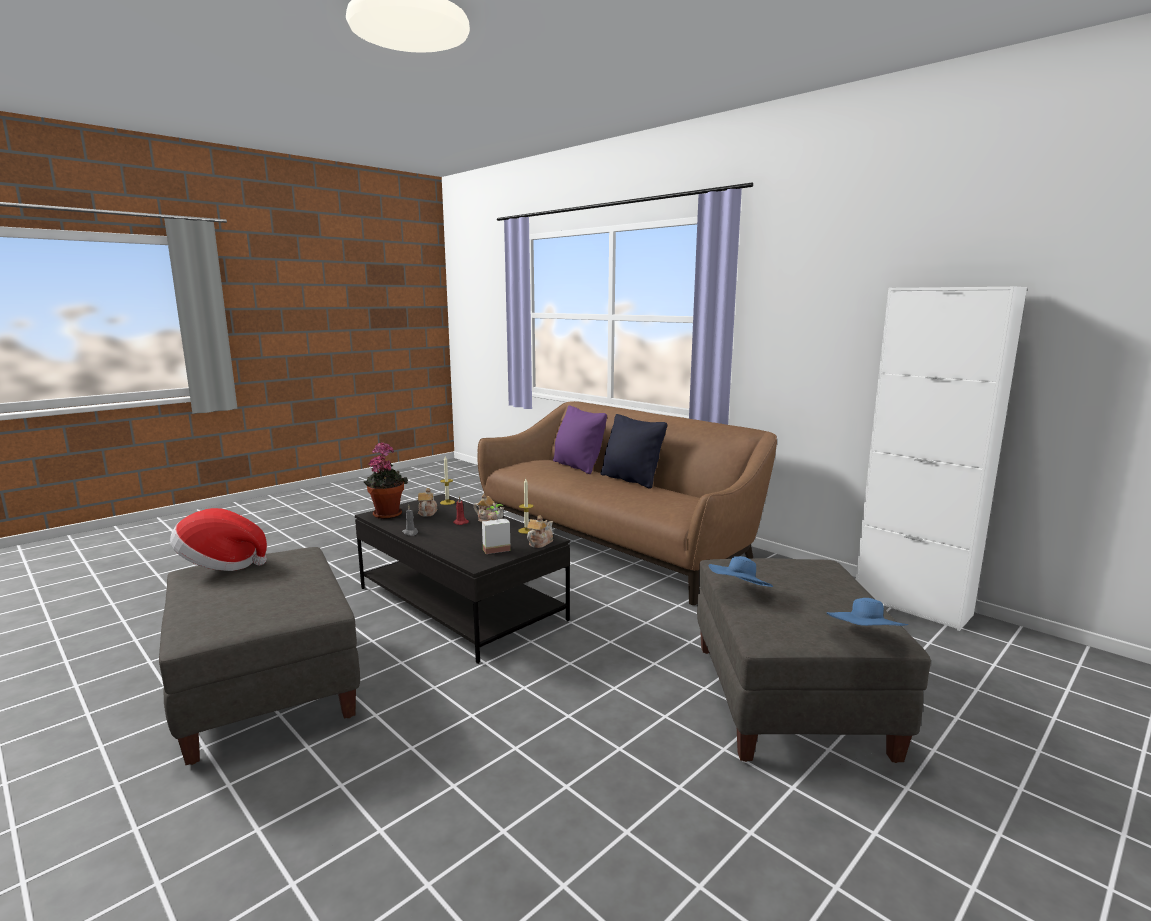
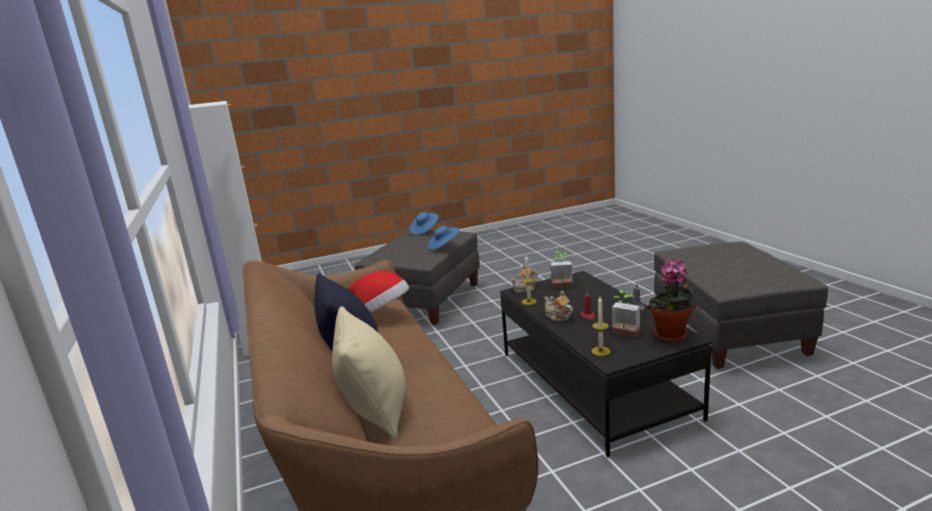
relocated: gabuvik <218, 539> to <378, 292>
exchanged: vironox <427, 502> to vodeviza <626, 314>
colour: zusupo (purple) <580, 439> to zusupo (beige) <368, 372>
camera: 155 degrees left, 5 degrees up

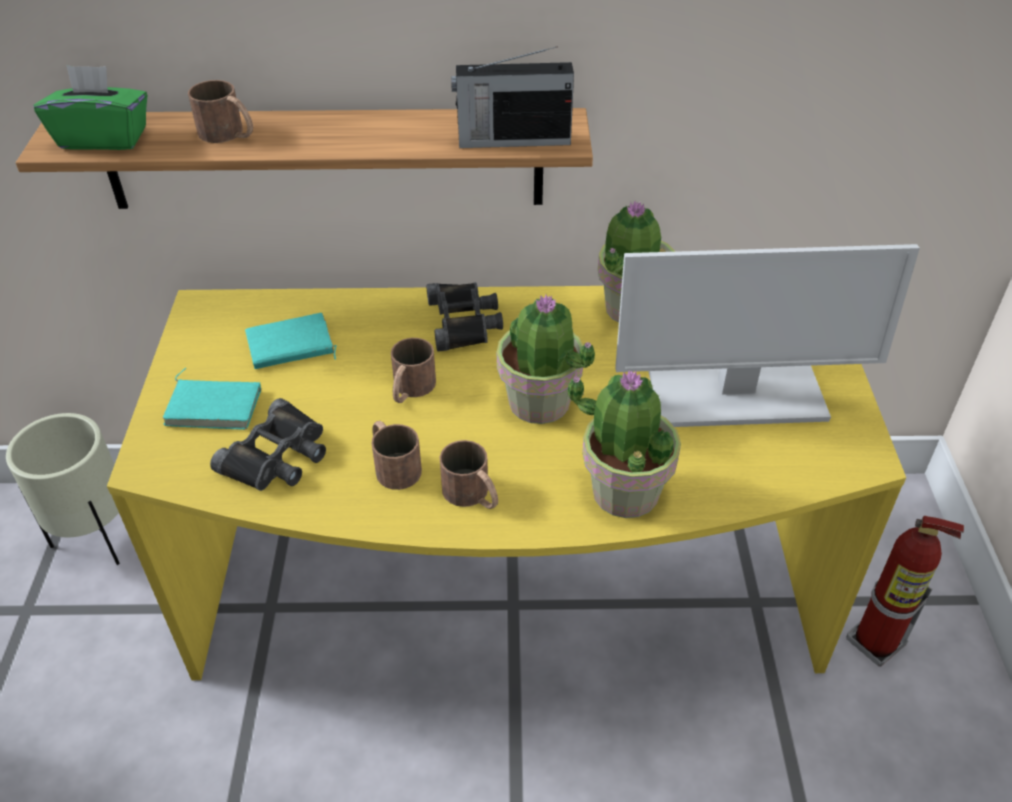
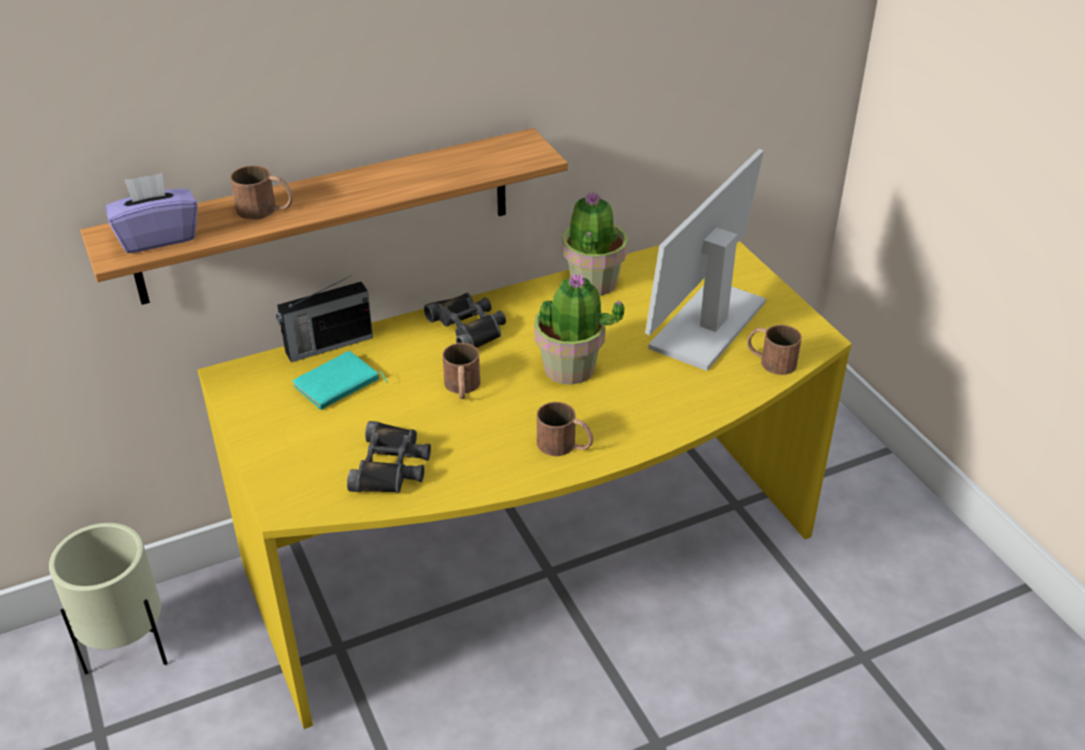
missing: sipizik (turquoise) <212, 399>; vodeviza <624, 444>; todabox <905, 591>
relocated: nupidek <512, 97> to <324, 318>; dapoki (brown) <396, 455> to <774, 350>
colour: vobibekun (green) <90, 107> to vobibekun (purple) <151, 213>
spun: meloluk <767, 335> = <705, 260> 150 degrees clockwise
camera: 25 degrees left, 5 degrees down

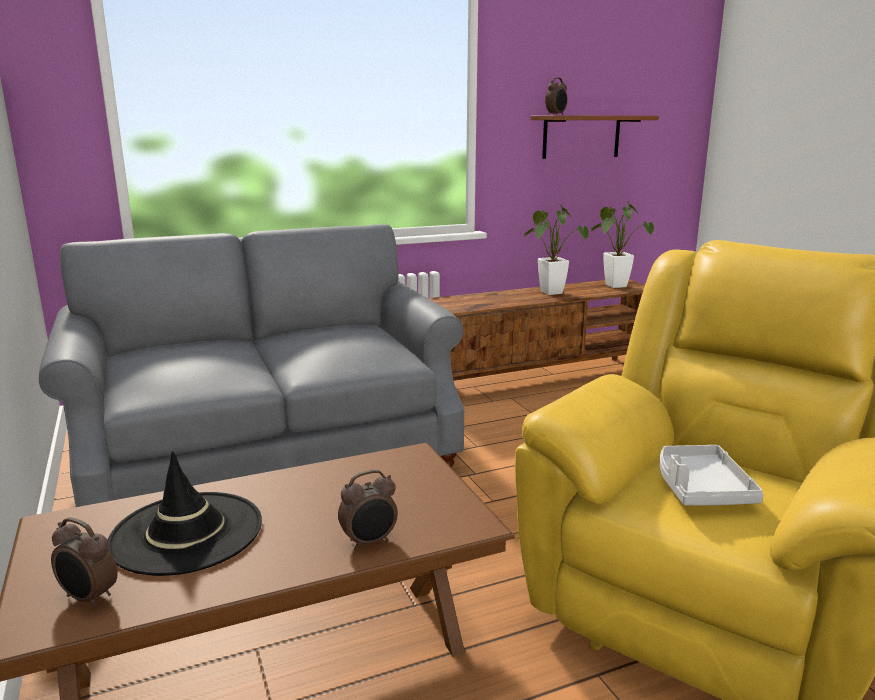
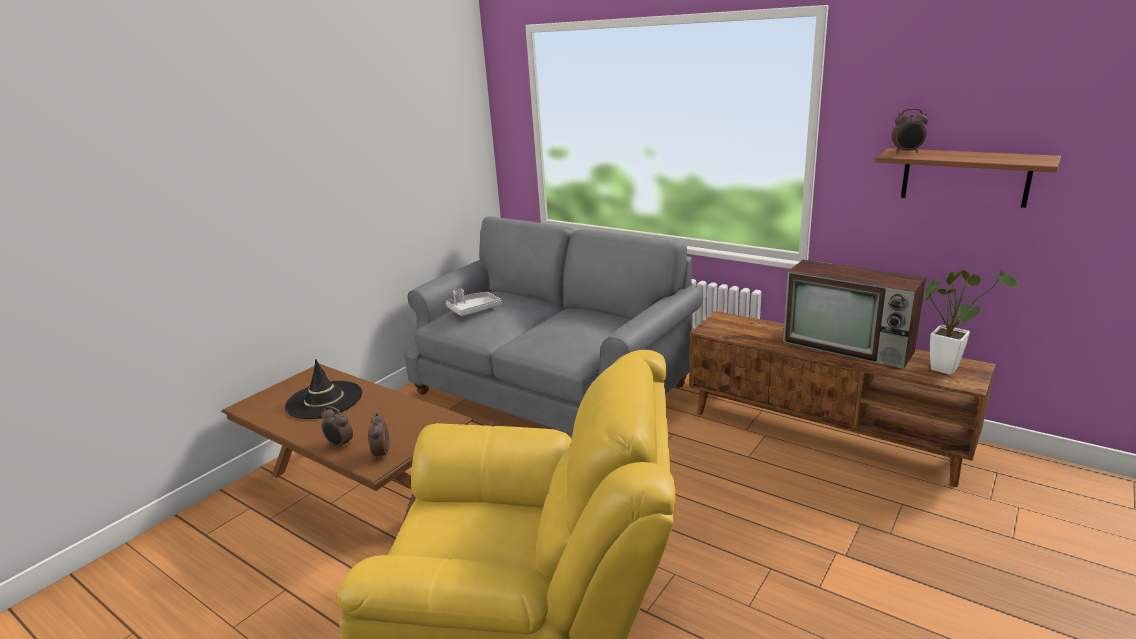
relocated: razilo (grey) <711, 475> to <474, 302>; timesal <84, 563> to <378, 437>
exchanged: vodeviza <556, 249> to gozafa <854, 314>
camera: 60 degrees right, 5 degrees up

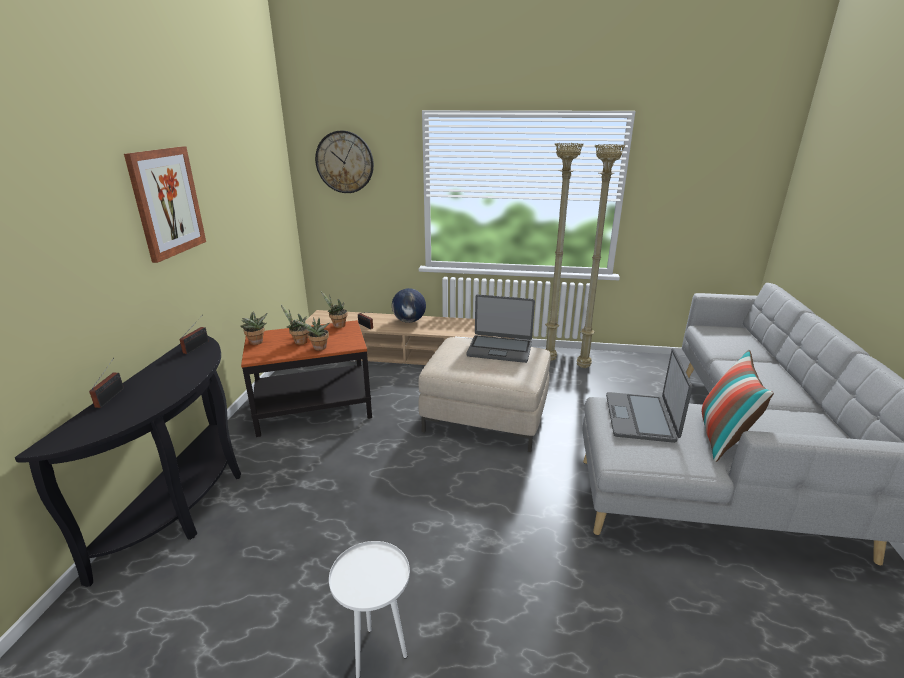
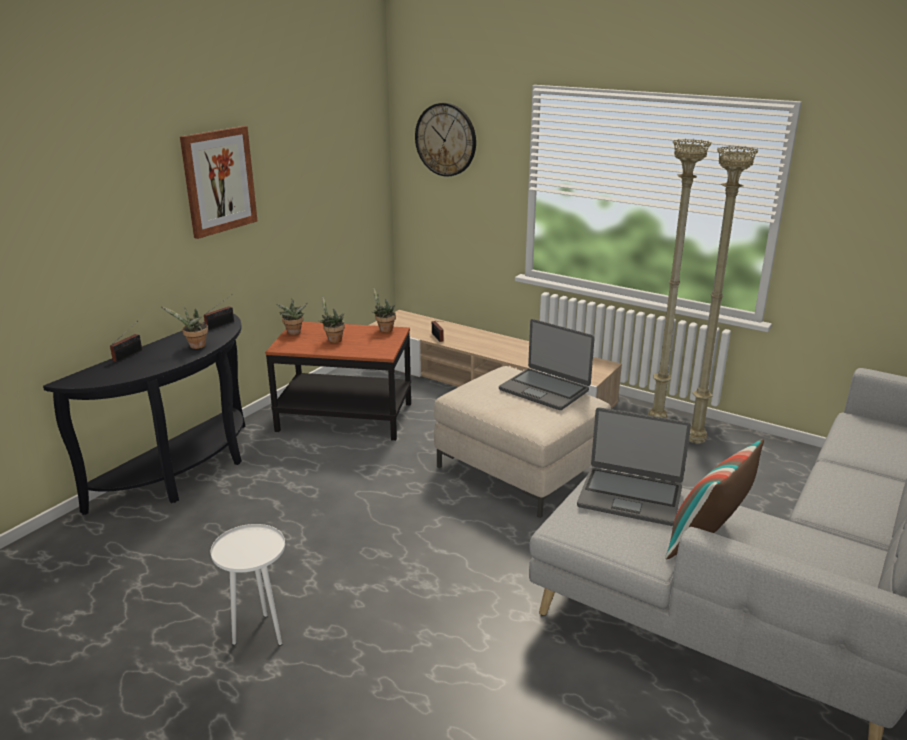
missing: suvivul <409, 305>
relocated: vodeviza <312, 334> to <185, 327>
spun: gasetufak <649, 396> = <634, 466> 105 degrees counterclockwise
camera: 25 degrees right, 0 degrees up

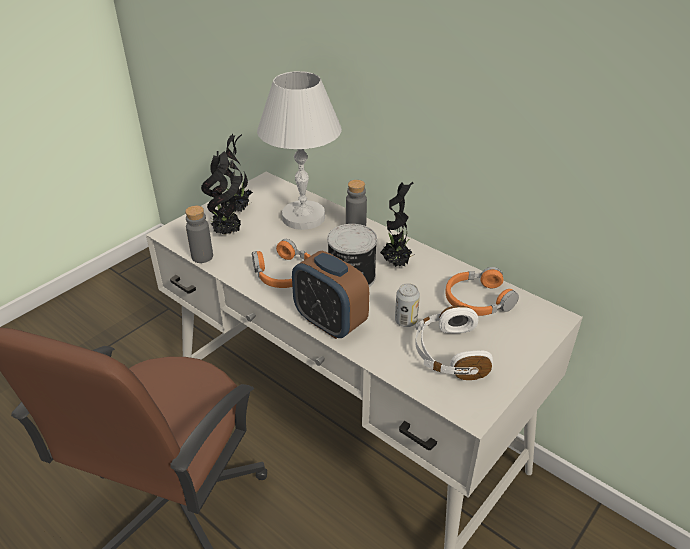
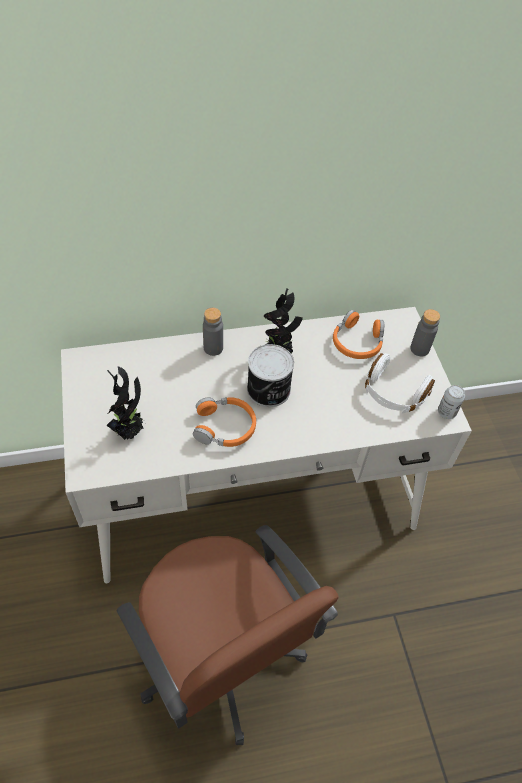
missing: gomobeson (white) <299, 150>; vodeviza <238, 172>; timesal <330, 295>
relocated: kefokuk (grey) <199, 234> to <425, 333>; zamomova <407, 305> to <451, 402>
camera: 55 degrees left, 15 degrees up

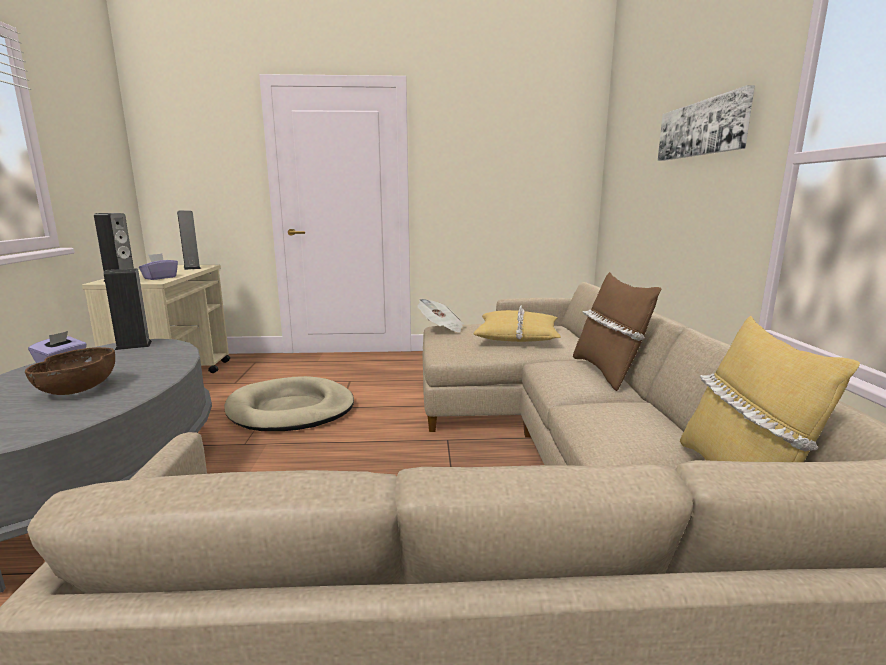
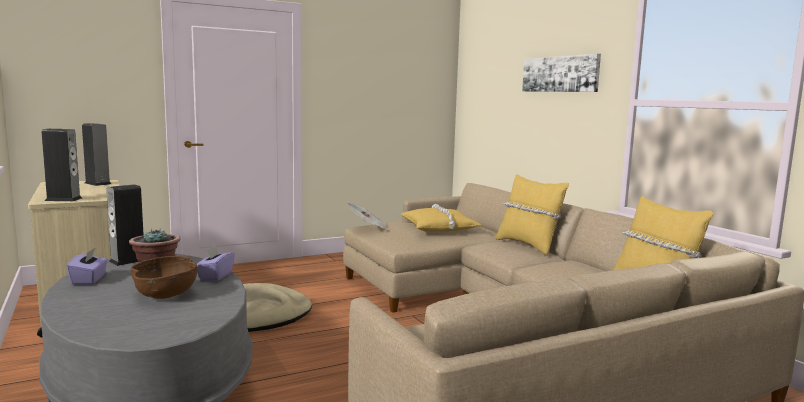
appeared: vodeviza <154, 249>
relocated: vobibekun (purple) <158, 266> to <216, 263>
colour: zusupo (brown) <617, 331> to zusupo (yellow) <532, 215>
camera: 25 degrees left, 5 degrees down

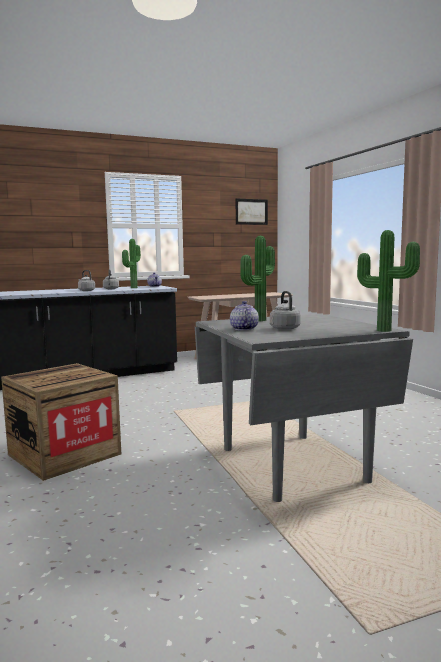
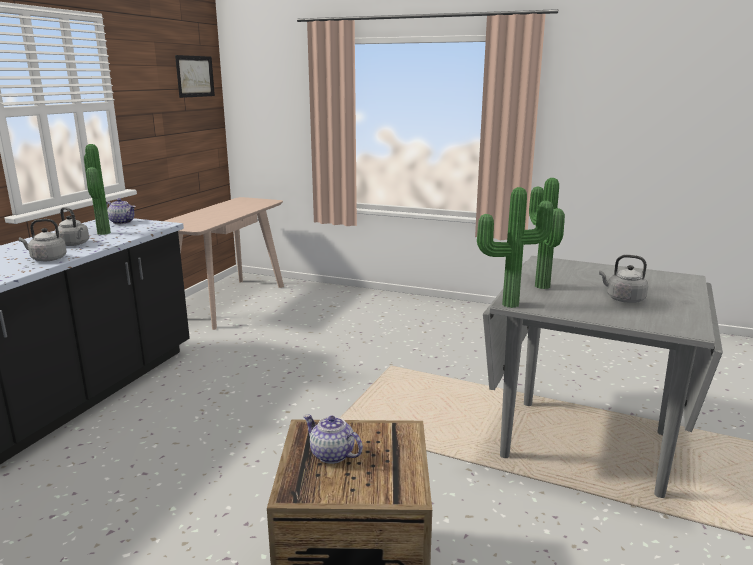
relocated: vodeviza <388, 281> to <515, 247>; vironox <244, 316> to <333, 439>
camera: 45 degrees left, 10 degrees up

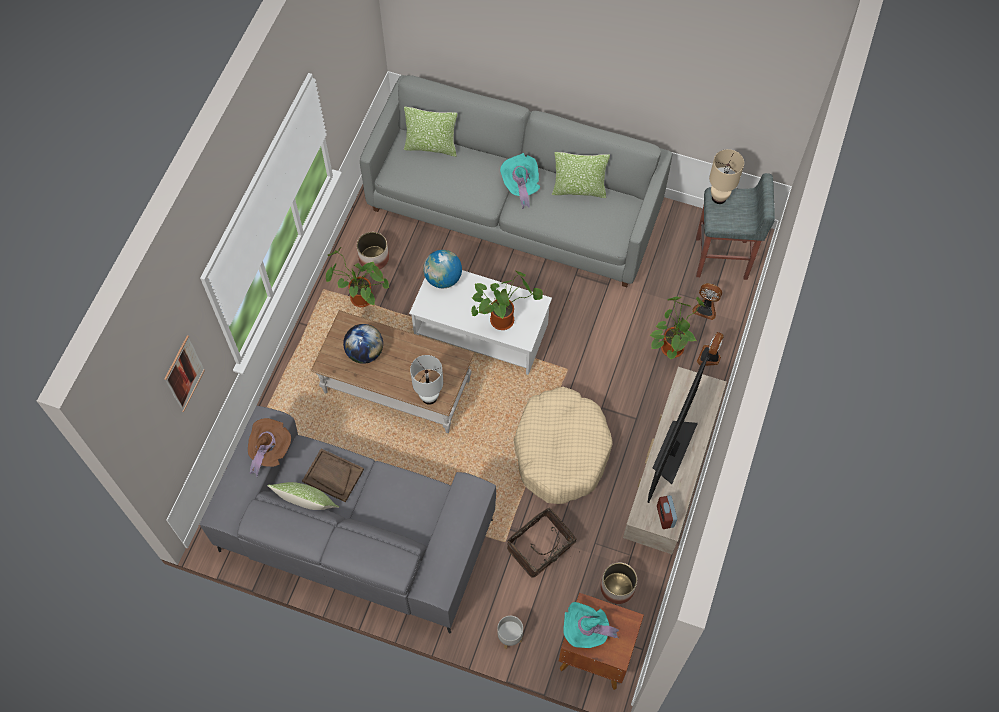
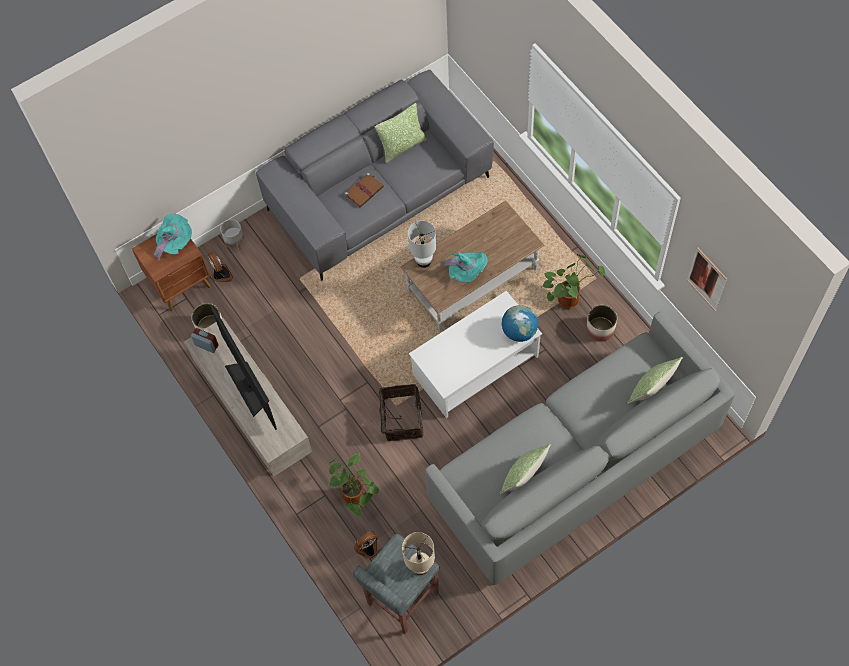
missing: vodeviza <507, 300>; suvivul <363, 344>; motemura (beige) <563, 445>; gabuvik (brown) <269, 447>; razilo (brown) <333, 475>
appeared: sipizik (brown) <364, 190>
relocated: gabuvik (turquoise) <520, 181> to <465, 267>; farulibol <710, 349> to <221, 267>; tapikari <184, 374> to <707, 279>; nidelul <541, 542> to <401, 412>
camera: 130 degrees right, 0 degrees up

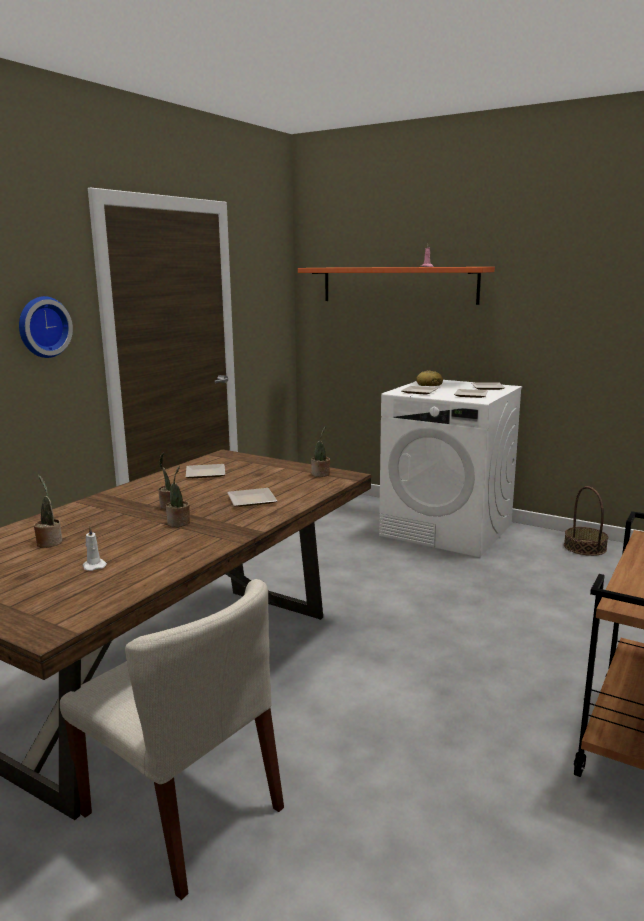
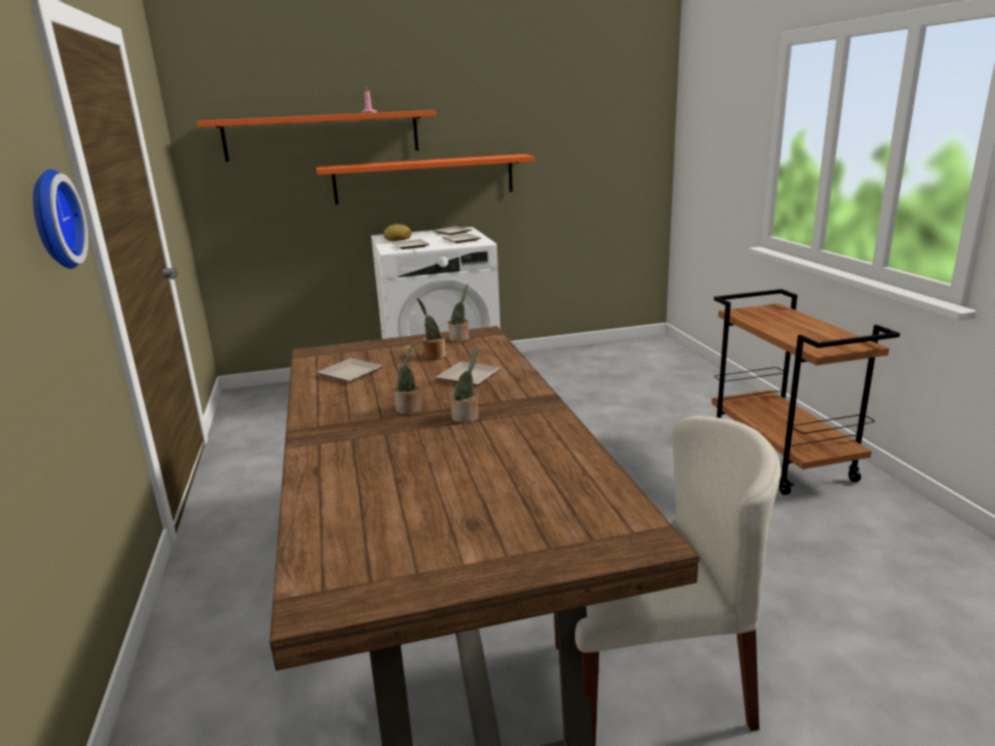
missing: nidelul <586, 521>; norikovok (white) <95, 548>
appeared: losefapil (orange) <425, 179>
relocated: vodeviza <48, 511> to <431, 329>
camera: 45 degrees left, 5 degrees up

